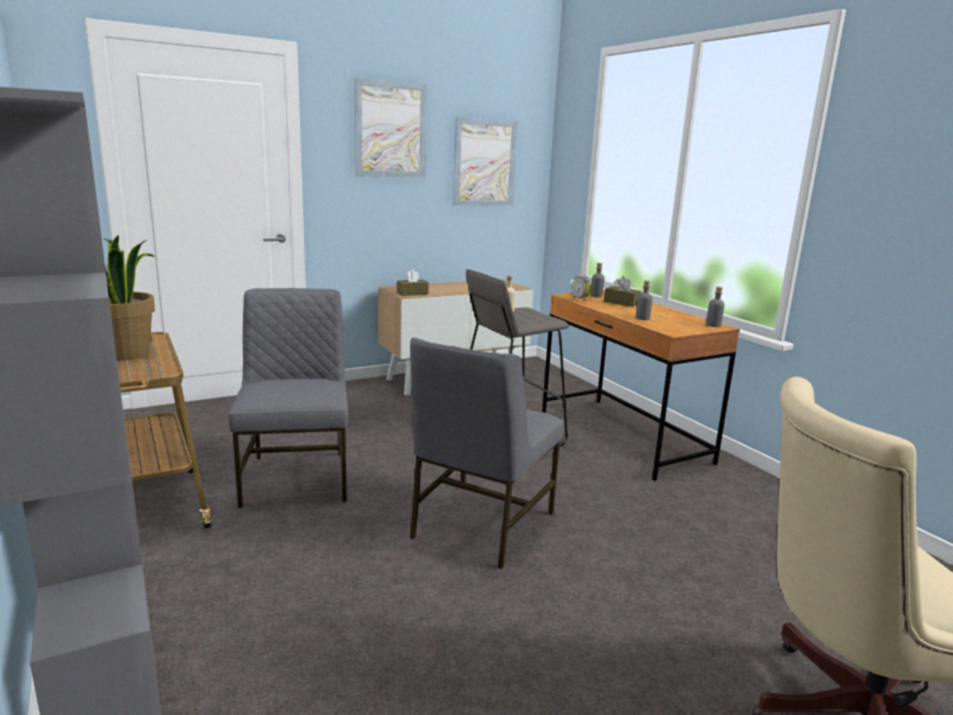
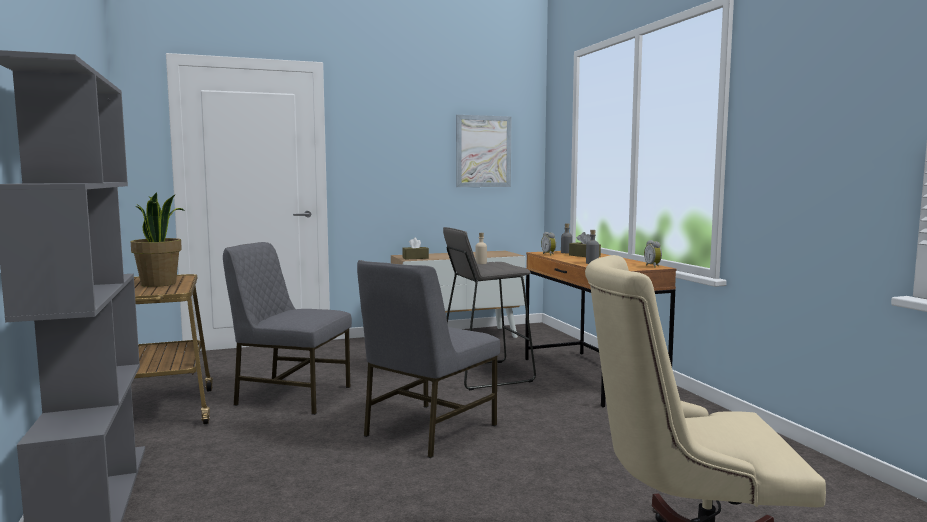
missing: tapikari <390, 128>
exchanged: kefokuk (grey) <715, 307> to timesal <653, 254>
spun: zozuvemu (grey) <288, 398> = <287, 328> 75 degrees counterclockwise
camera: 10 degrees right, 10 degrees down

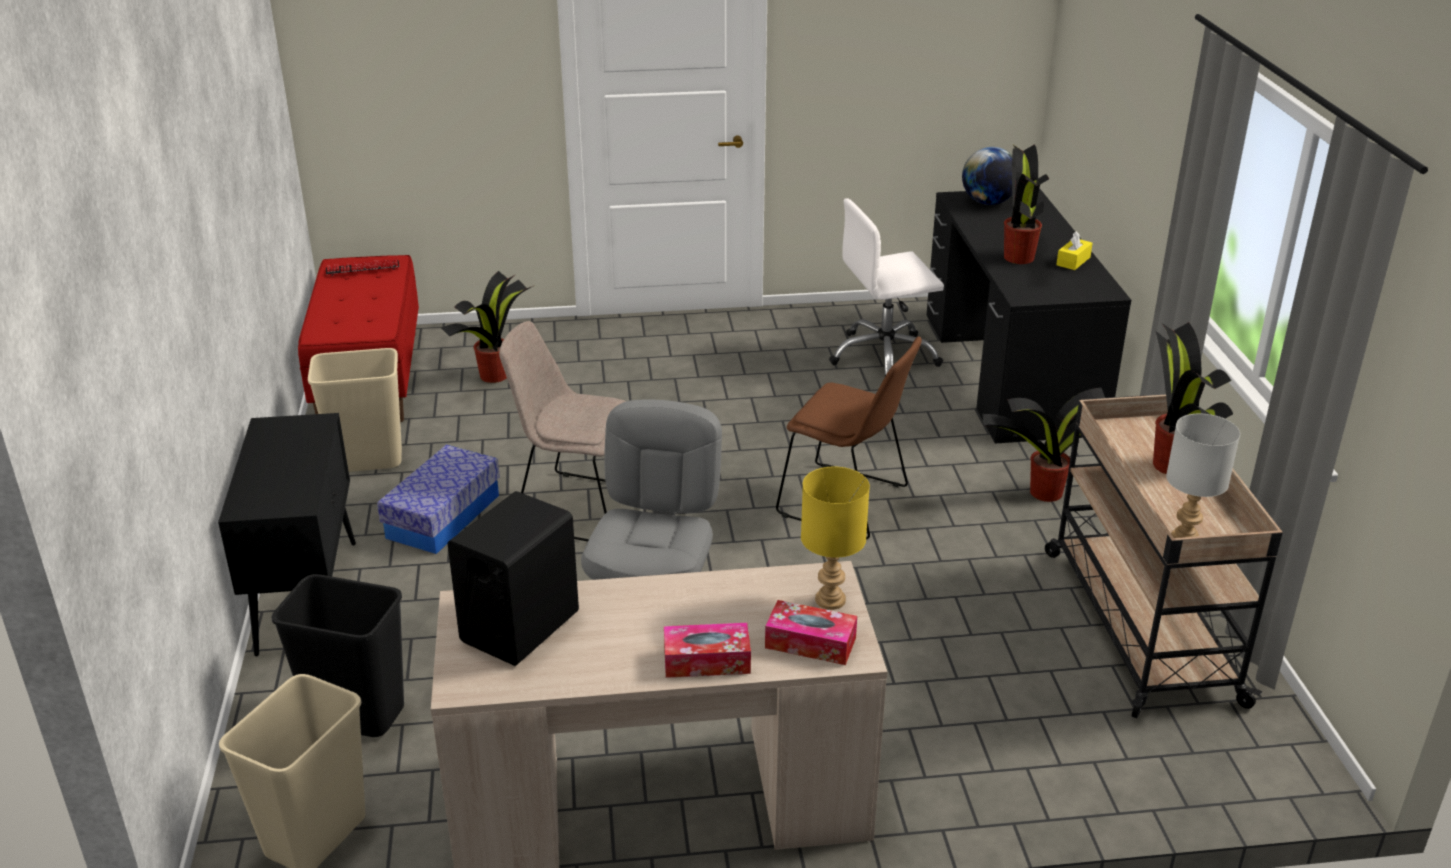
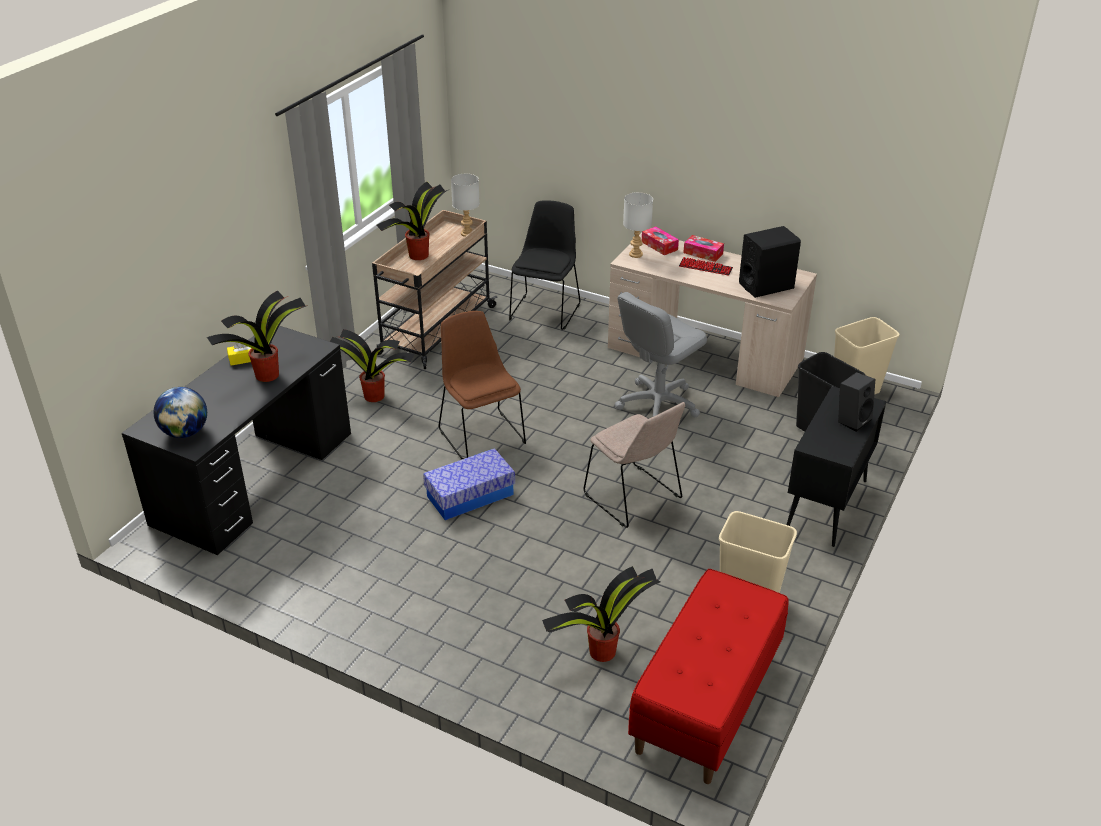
missing: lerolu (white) <886, 287>
appeared: zozuvemu (black) <544, 265>; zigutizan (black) <856, 402>
relocated: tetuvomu <362, 267> to <706, 266>; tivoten <438, 499> to <469, 484>
colour: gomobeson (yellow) <835, 538> to gomobeson (grey) <638, 225>
camera: 145 degrees left, 5 degrees up

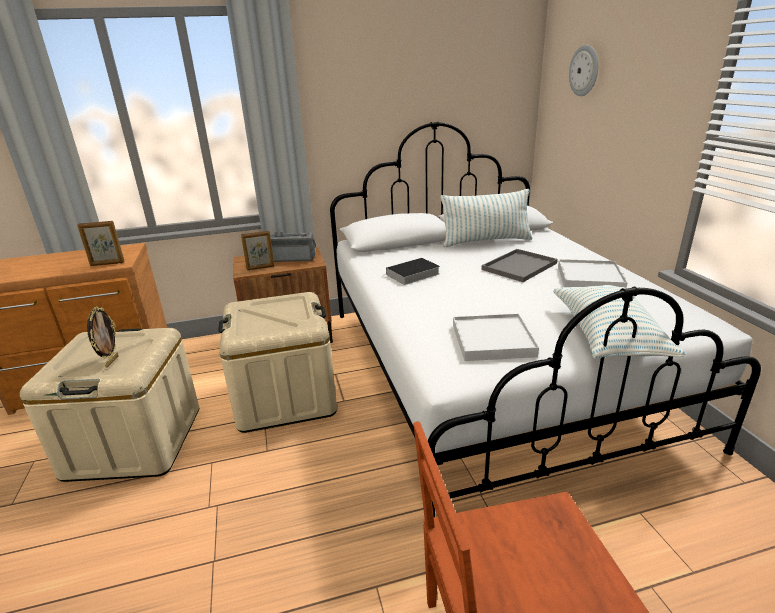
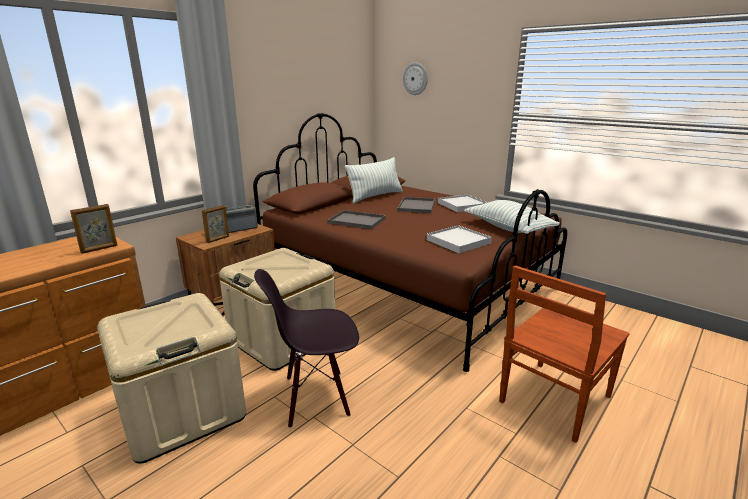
missing: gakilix <103, 337>
appeared: zozuvemu (black) <306, 348>
exchanged: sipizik <410, 271> to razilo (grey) <356, 219>
colour: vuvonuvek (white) <545, 319> to vuvonuvek (brown) <410, 242>
camera: 35 degrees left, 5 degrees down

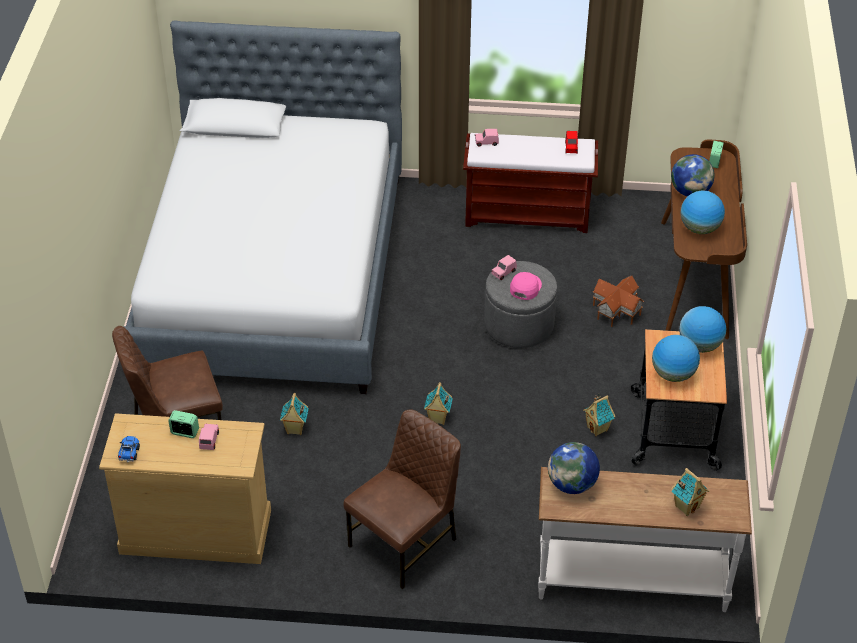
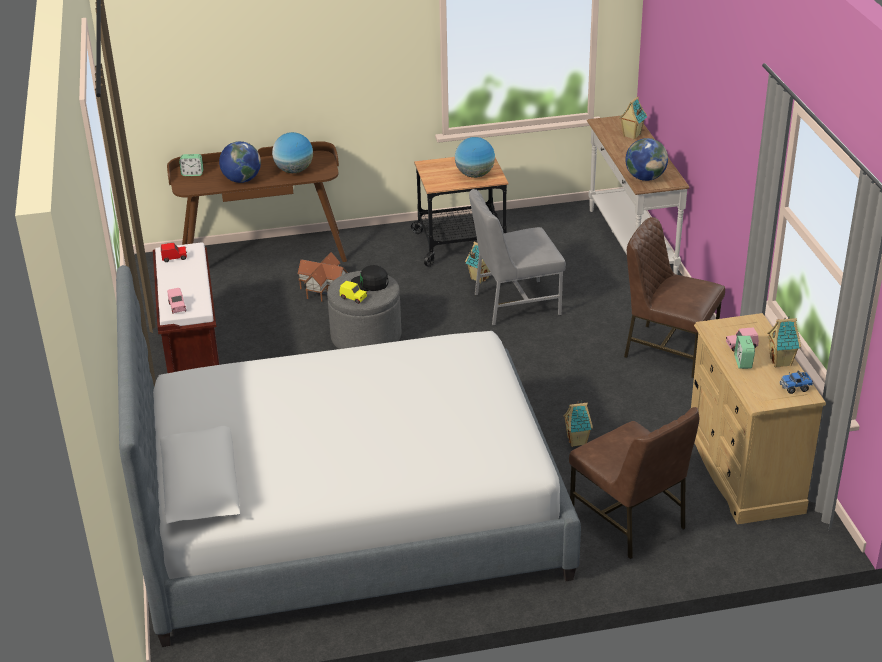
missing: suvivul <702, 329>
appeared: zozuvemu (grey) <517, 257>
relocated: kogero <438, 403> to <784, 341>
colour: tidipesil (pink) <504, 267> to tidipesil (yellow) <353, 292>; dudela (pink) <526, 286> to dudela (black) <369, 278>
camera: 105 degrees left, 10 degrees down

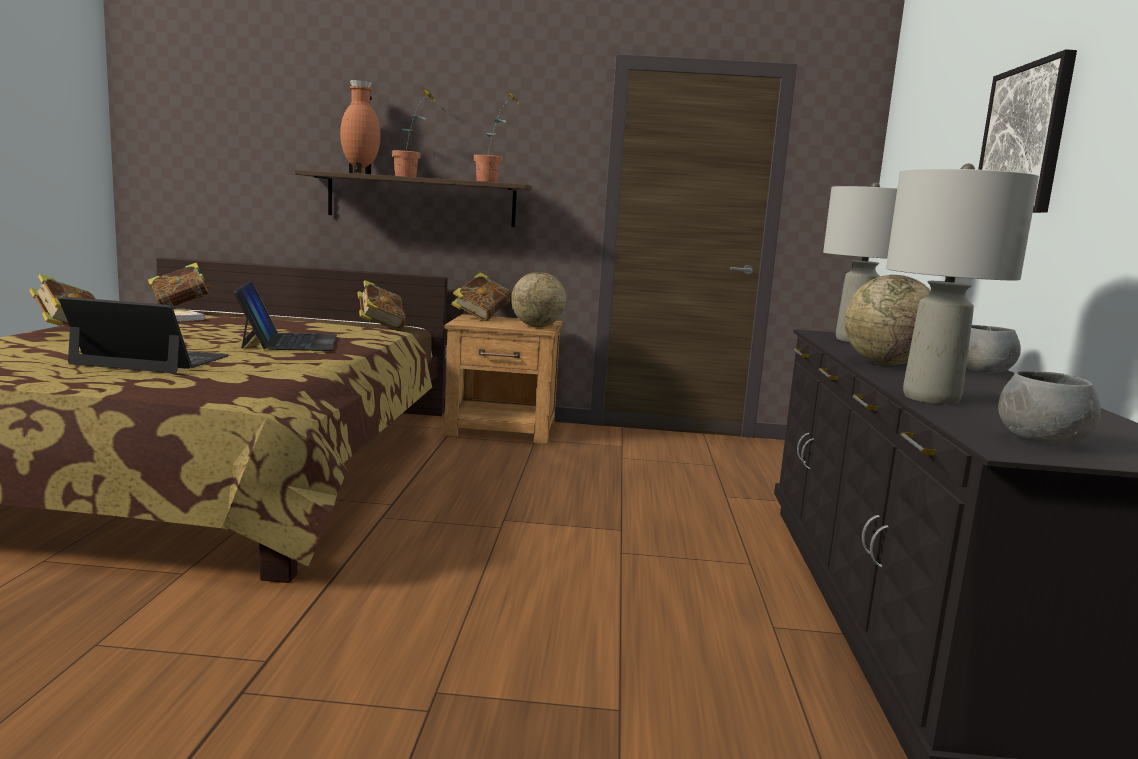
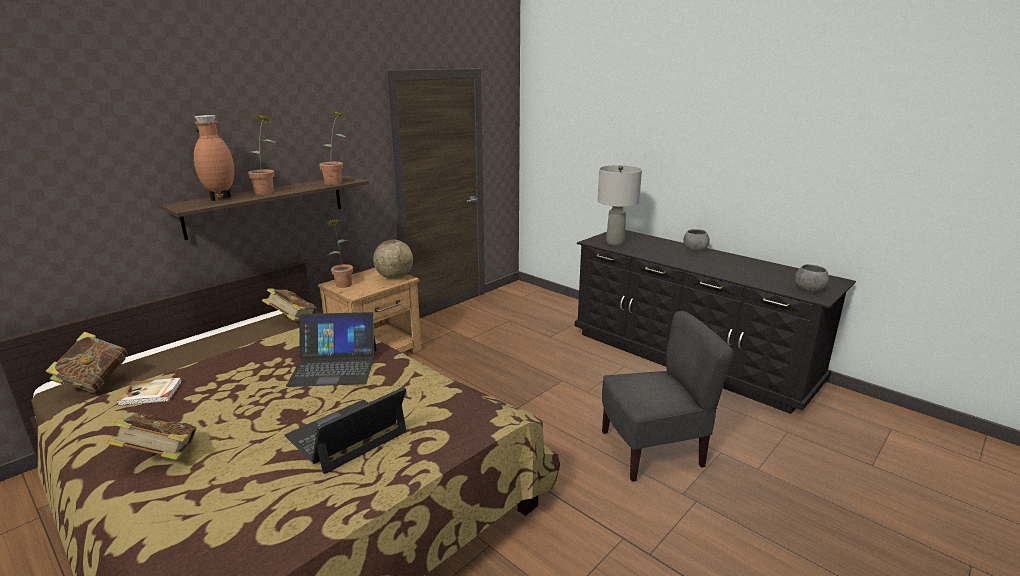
missing: tapikari <1027, 131>; gomobeson (grey) <962, 284>; suvivul <888, 320>
appeared: zozuvemu (grey) <668, 396>
exchanged: sipizik <481, 297> to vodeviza <340, 253>
spun: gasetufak <285, 316> = <331, 349> 150 degrees clockwise
camera: 50 degrees left, 10 degrees up

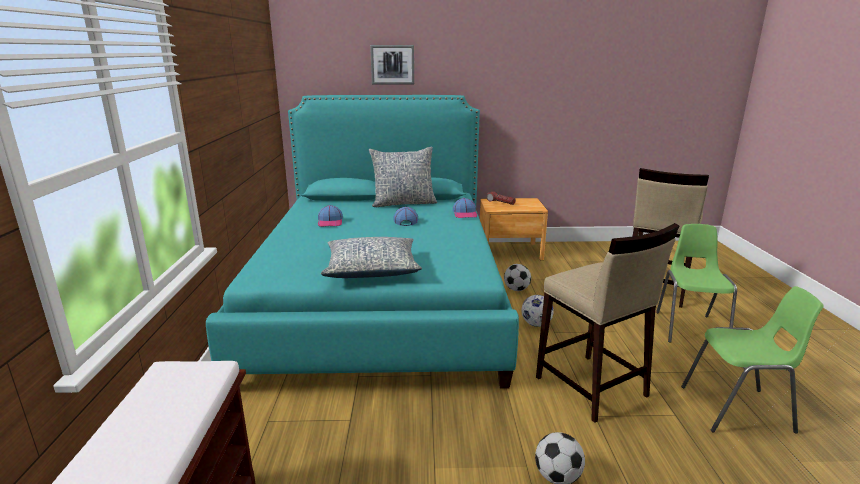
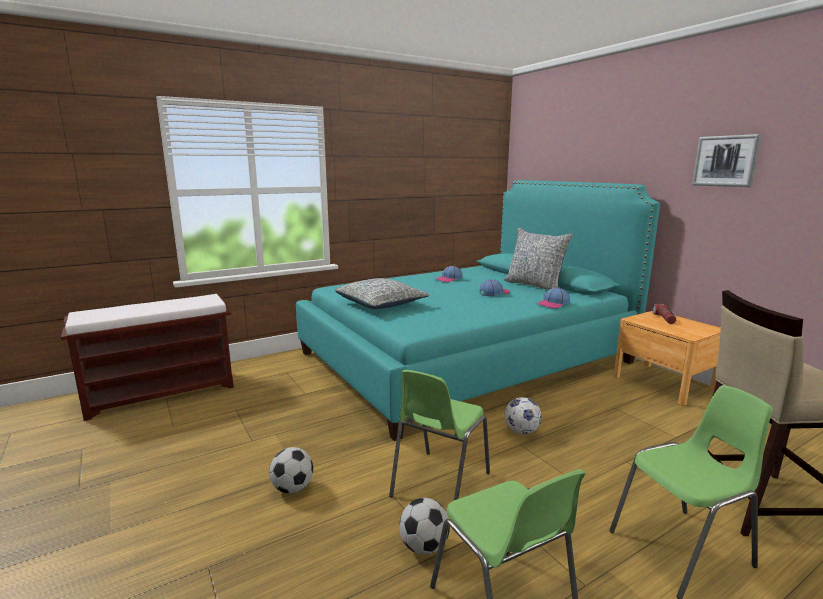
relocated: tapikari <392, 65> to <726, 160>; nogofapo <517, 277> to <424, 526>
exchanged: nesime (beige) <608, 323> to zozuvemu (green) <439, 435>
camera: 60 degrees right, 5 degrees down

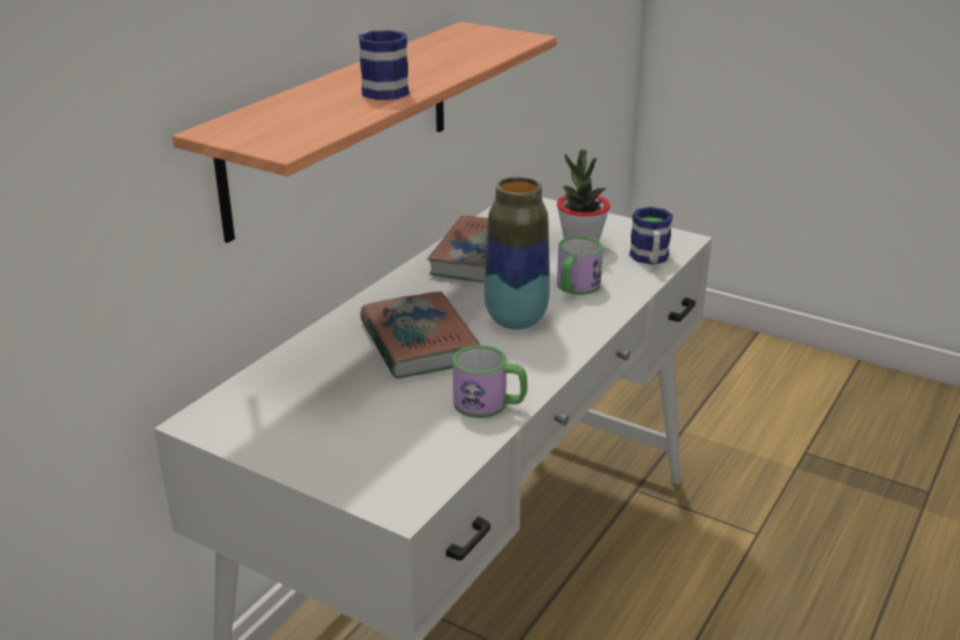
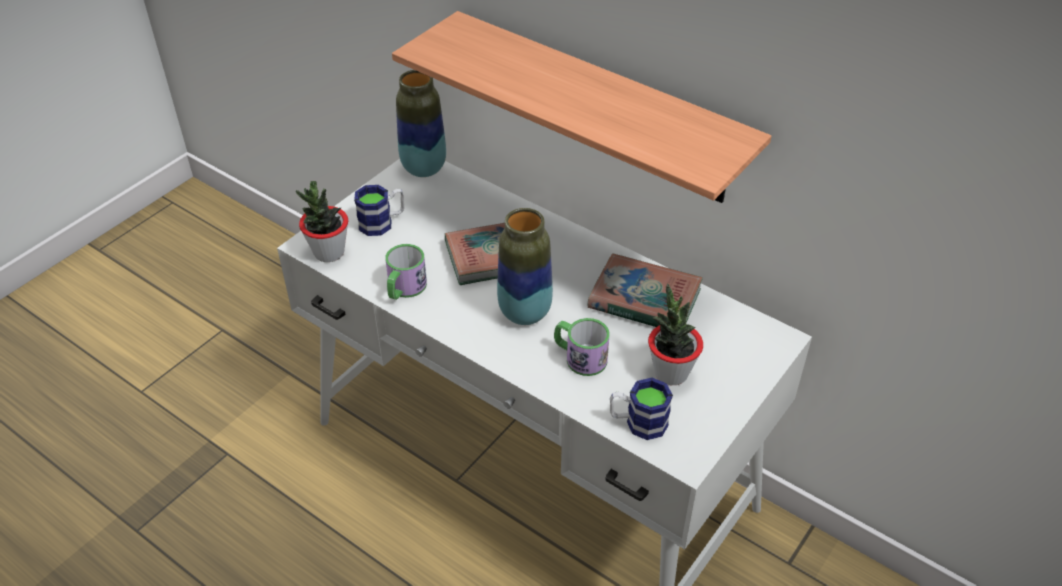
appeared: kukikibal <421, 123>; vodeviza <322, 221>
relocated: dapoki <383, 65> to <379, 210>
camera: 95 degrees right, 15 degrees up

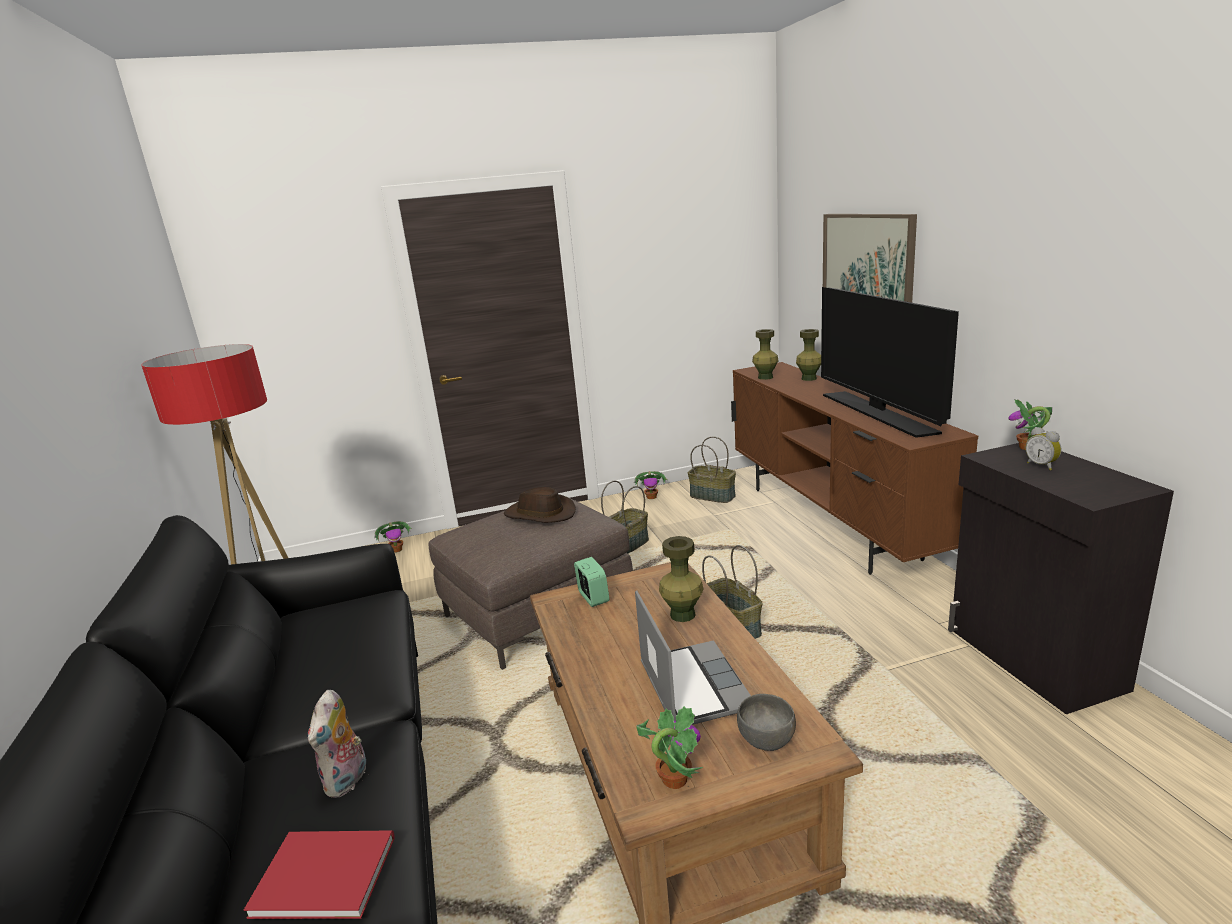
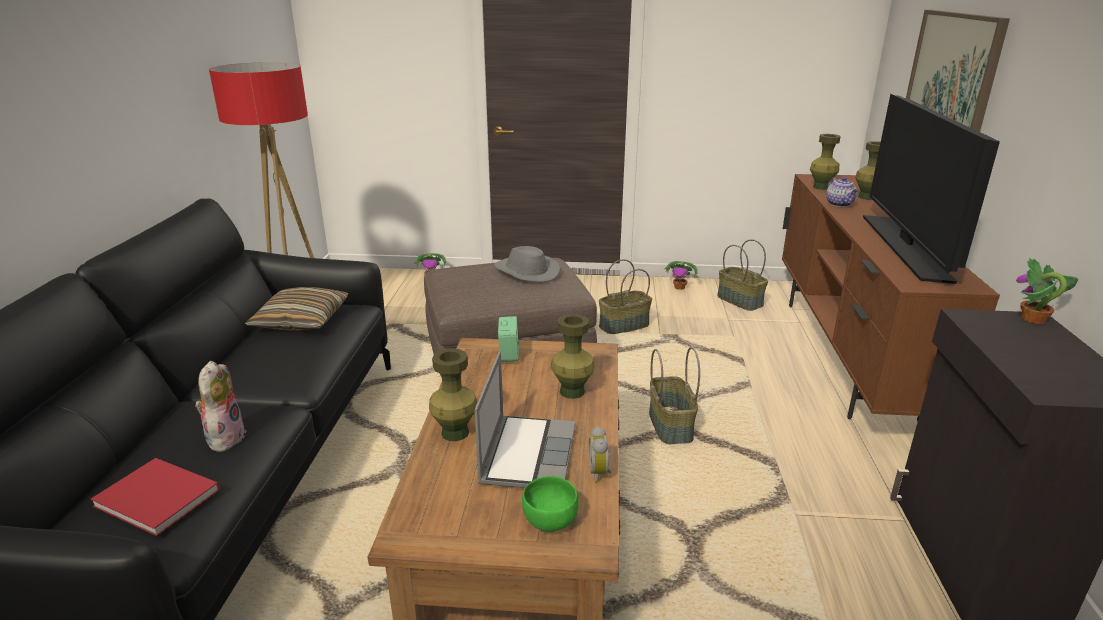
missing: vodeviza <669, 747>
appeared: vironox <842, 192>; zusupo <297, 309>; kukikibal (green) <453, 394>
relocated: timesal <1043, 448> to <600, 454>
colour: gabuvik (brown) <540, 505> to gabuvik (grey) <527, 264>; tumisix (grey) <766, 722> to tumisix (green) <550, 504>
spun: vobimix <336, 744> = <220, 406> 150 degrees clockwise
camera: 20 degrees right, 5 degrees up

